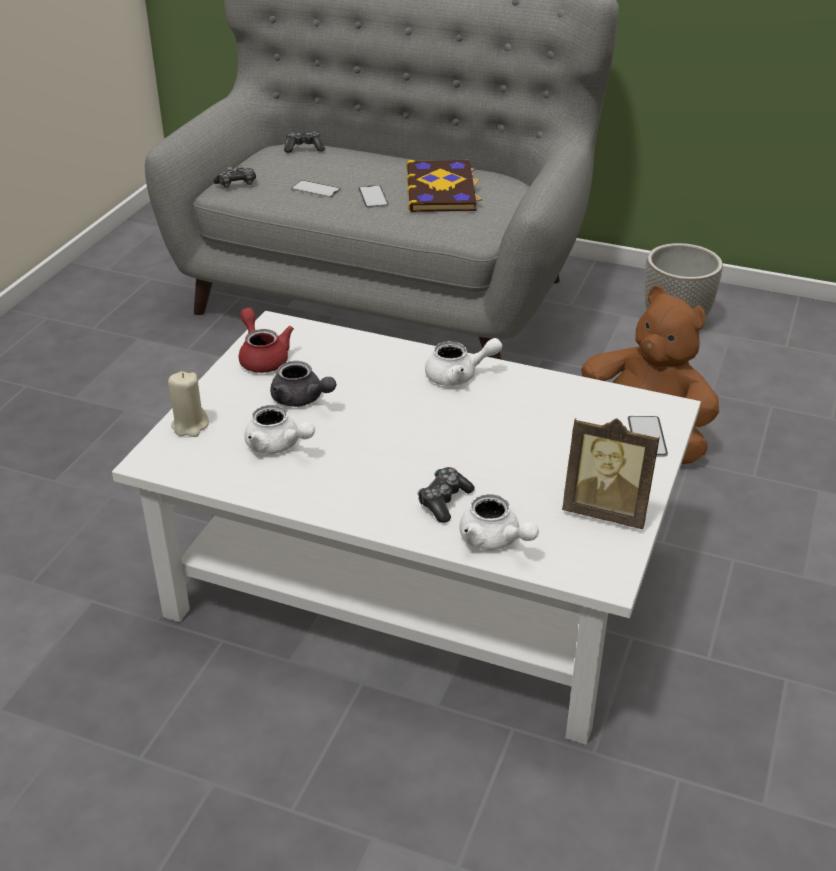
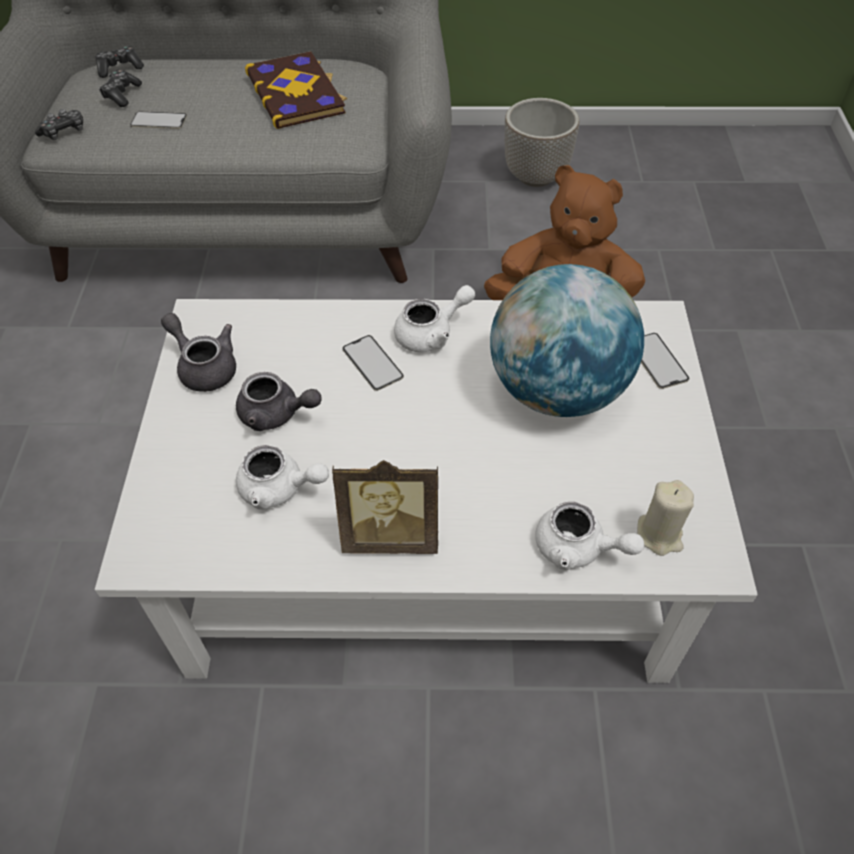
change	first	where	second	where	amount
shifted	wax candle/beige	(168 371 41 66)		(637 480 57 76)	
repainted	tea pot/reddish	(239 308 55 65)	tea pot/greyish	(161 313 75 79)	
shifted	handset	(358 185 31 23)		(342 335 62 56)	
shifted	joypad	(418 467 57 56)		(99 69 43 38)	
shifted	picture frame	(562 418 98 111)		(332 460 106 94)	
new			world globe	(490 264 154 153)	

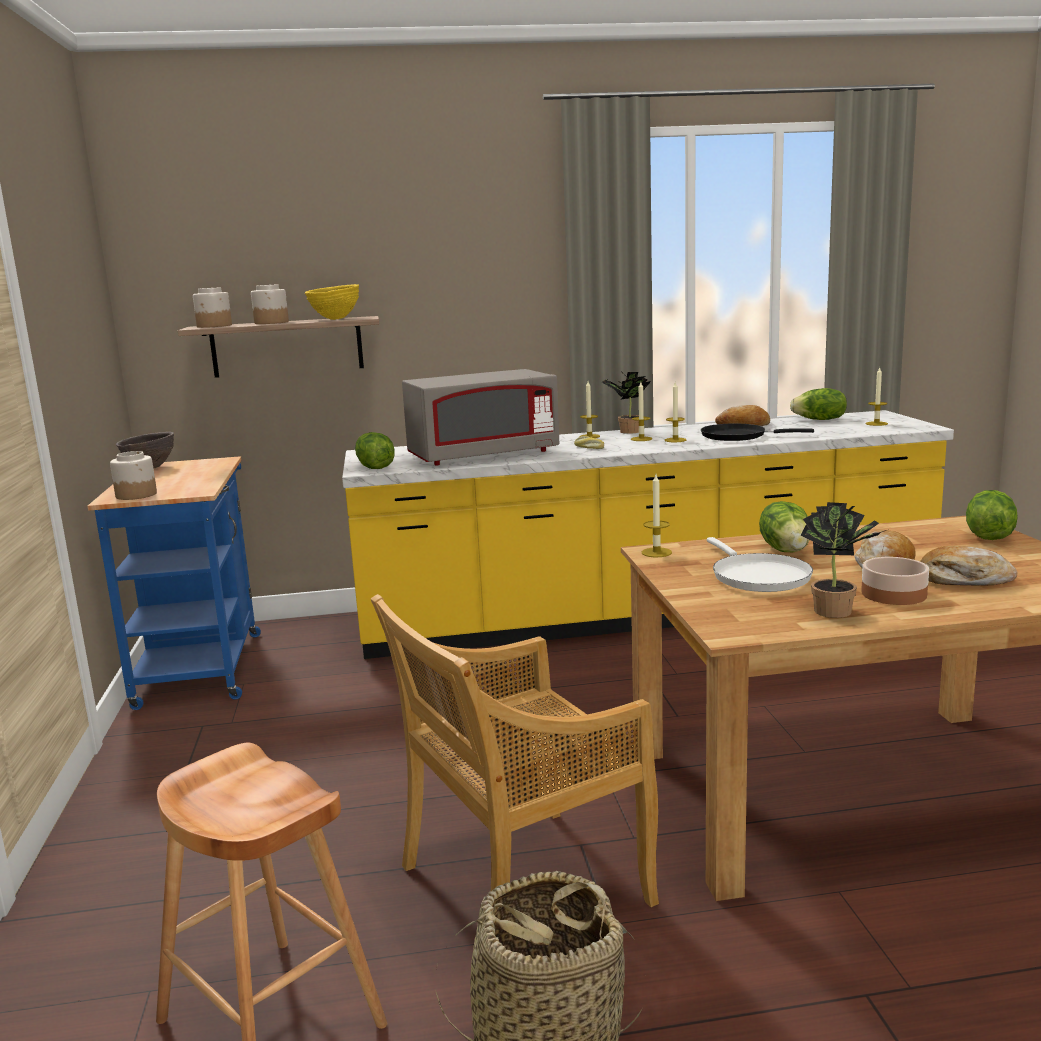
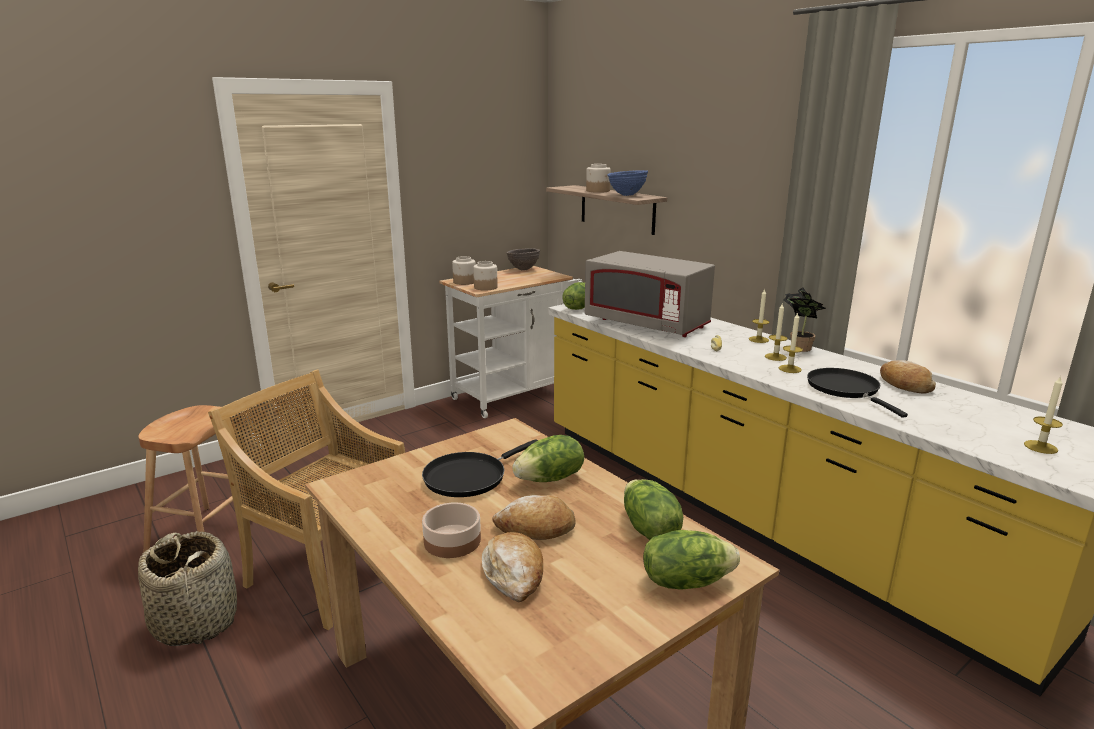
change	first	where	second	where	amount
repainted	cart/bluish	(88 456 173 254)	cart/white	(439 266 143 152)	
shifted	jar	(193 288 39 40)		(473 261 25 30)	
repainted	bowl/yellow	(305 284 54 36)	bowl/bluish	(607 170 41 26)	
gone	wax candle	(642 474 30 83)			
repainted	pan/white	(707 537 106 55)	pan/blackish	(422 439 116 58)	
shifted	lettuce head	(790 388 57 32)		(624 479 59 61)	
gone	plant in a pot	(801 502 85 116)			

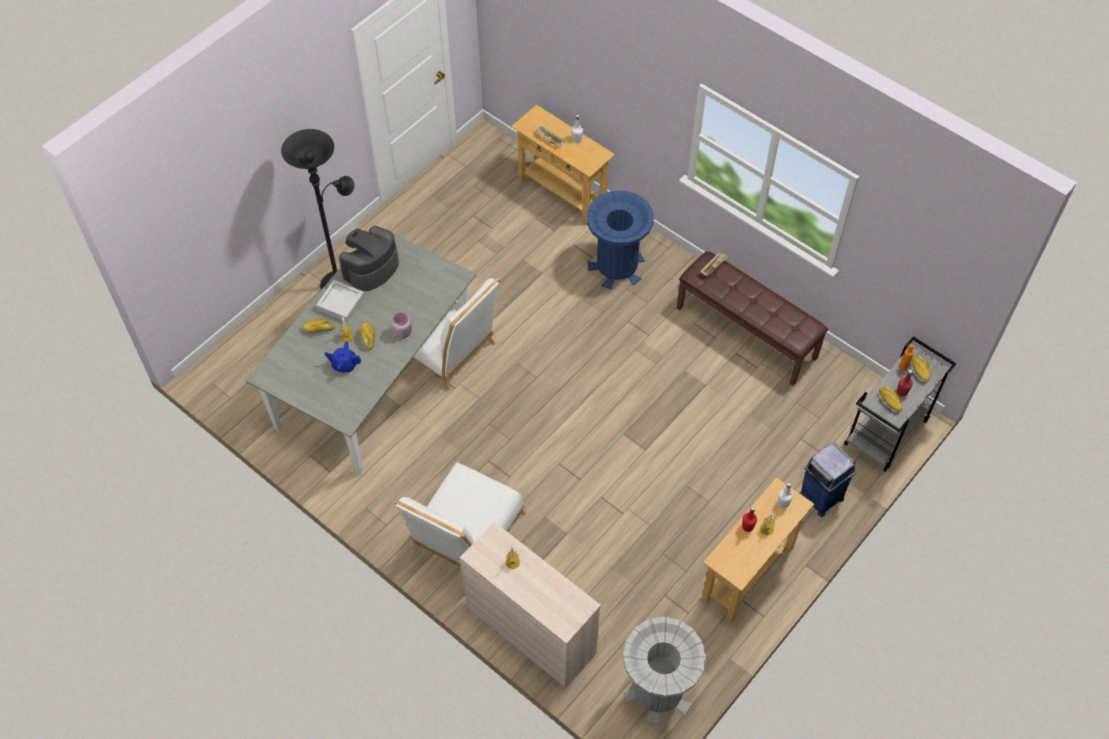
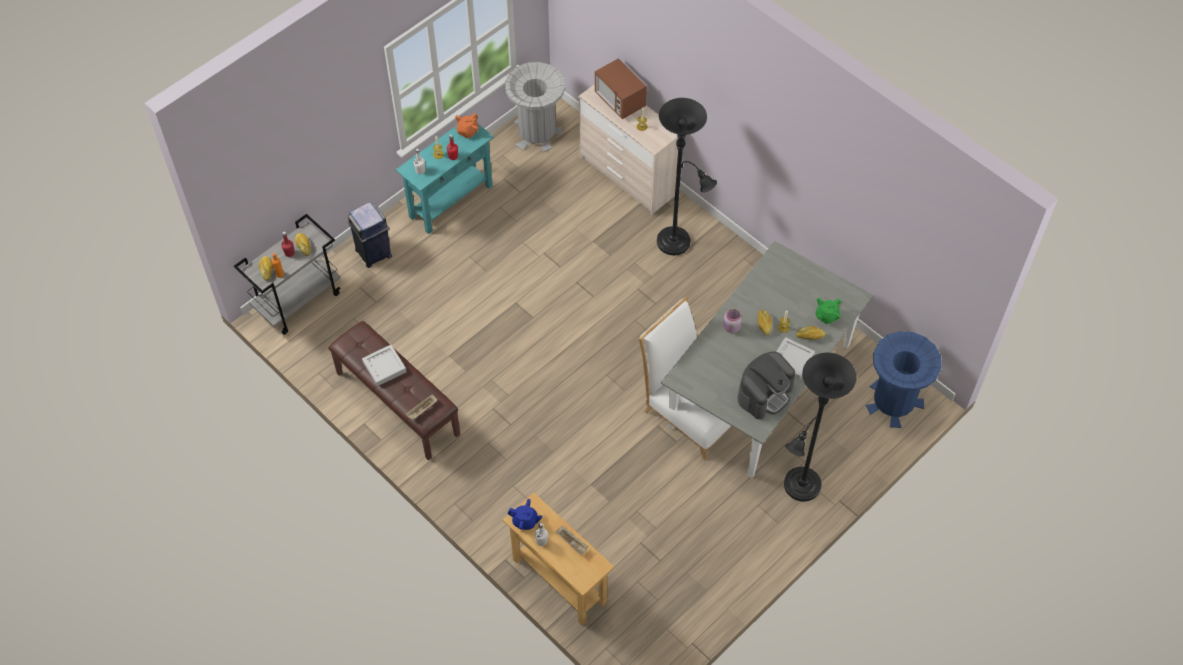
change	first	where	second	where	amount
shifted	tea pot/bluish	(324 341 37 31)		(508 499 34 31)	
swapped	upright chair/white	(393 462 133 105)	standard lamp/blackish	(657 98 60 157)	
shifted	trash can/bluish	(587 191 67 98)		(866 331 75 97)	
repainted	narrow table/beige	(701 477 113 146)	narrow table/blue-green	(396 124 98 110)	
new			tray/greyish	(362 345 45 41)	
new			tea pot/orange-coloured	(455 113 24 26)	
new			microwave oven	(595 58 52 61)	
new			tea pot/green-coloured	(816 298 25 26)	

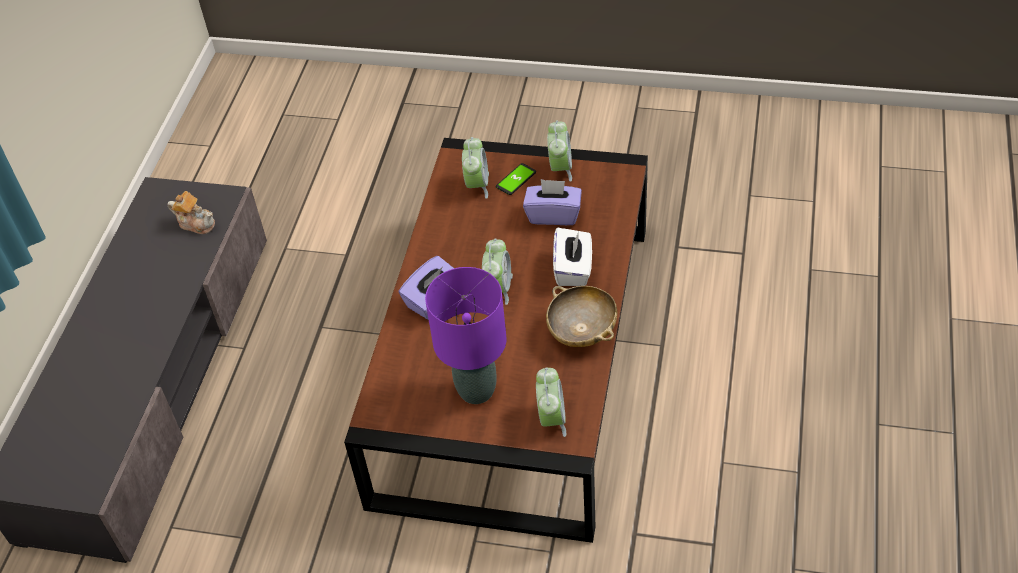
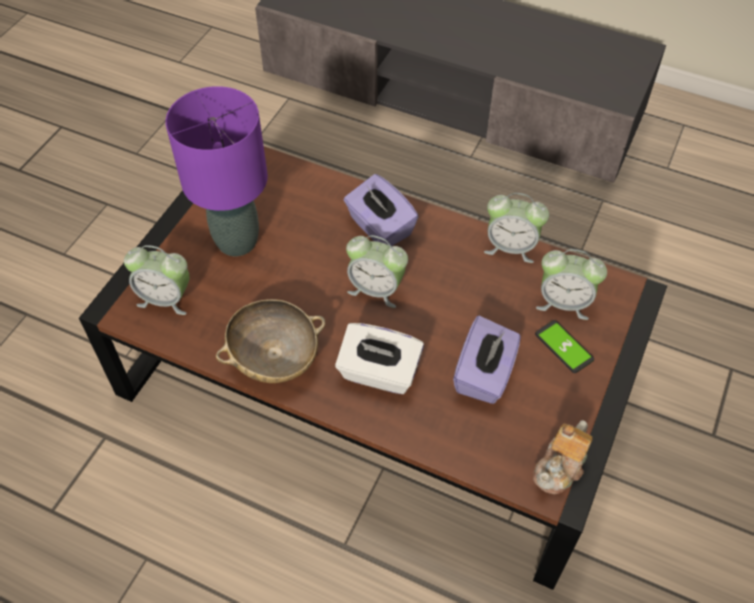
change	first	where	second	where	amount
shifted	tea pot	(168 191 47 43)		(533 420 59 74)	
shifted	bedside clock	(547 120 25 62)		(484 193 65 70)	

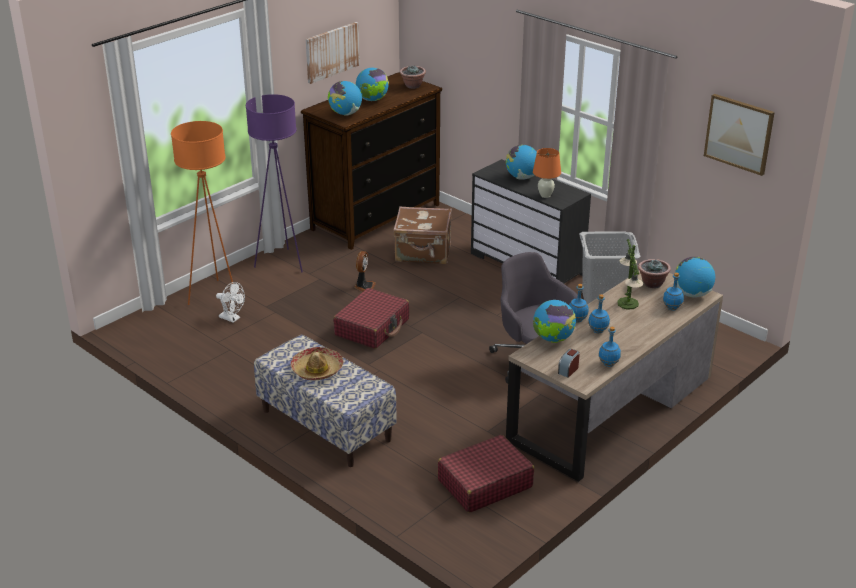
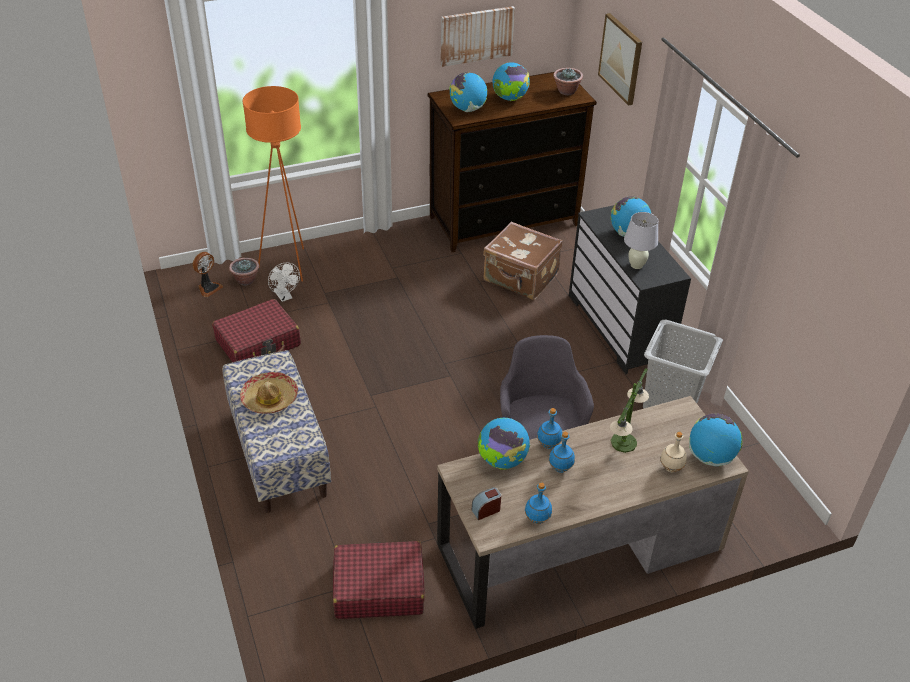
change	first	where	second	where	amount
gone	standard lamp/purple	(246 94 57 178)			
shifted	suitcase/reddish	(333 288 76 61)		(212 299 89 63)	
shifted	electric fan	(354 251 22 41)		(193 252 30 45)	
repainted	table lamp/orange-coloured	(533 148 28 50)	table lamp/white	(624 212 34 57)	
shifted	plant in a pot	(638 259 33 29)		(229 258 30 28)	
repainted	beverage bottle/bluish	(663 272 21 39)	beverage bottle/beige	(660 432 27 40)	
shifted	wall art	(704 94 71 82)		(598 13 44 93)	

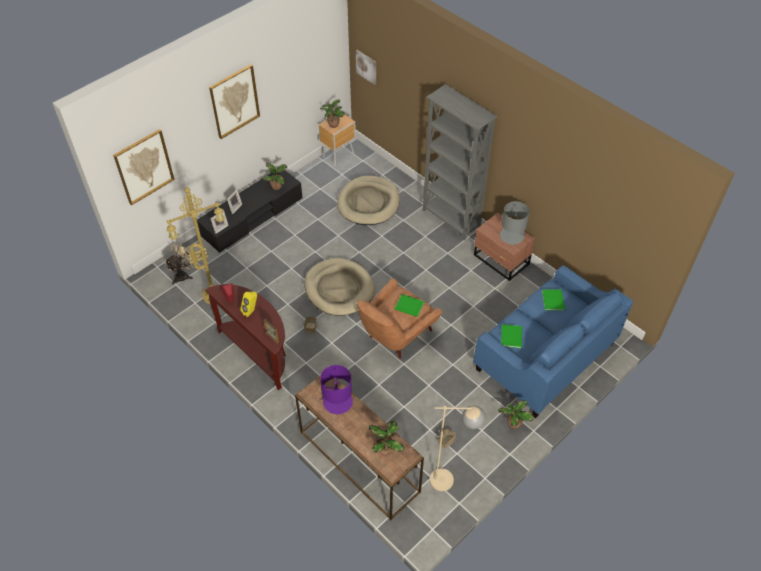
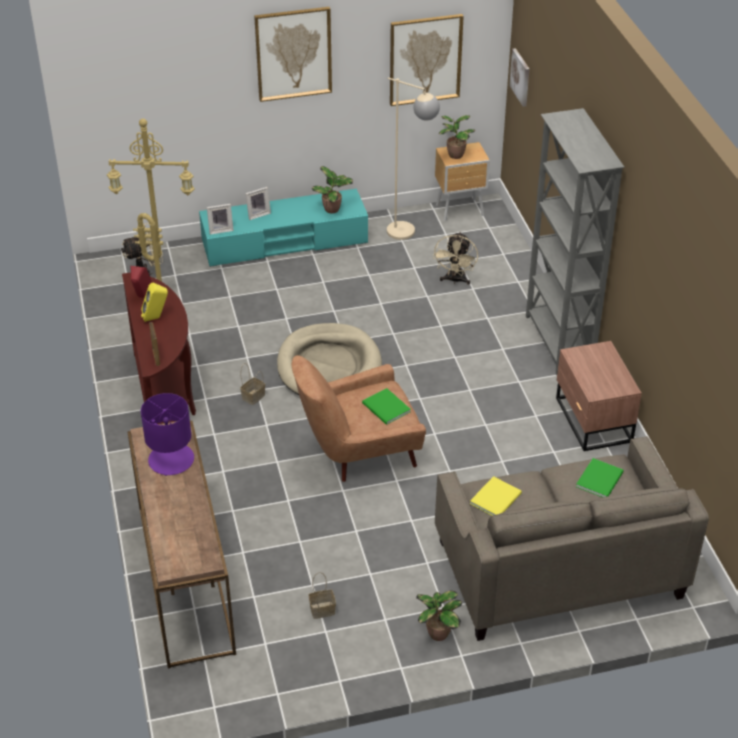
change	first	where	second	where	amount
shifted	wall art	(113 129 62 76)		(390 14 74 92)	
repainted	tv stand/blackish	(197 170 105 82)	tv stand/blue-green	(199 189 169 78)	
swapped	dog cushion/beige	(337 176 63 49)	electric fan/beige	(433 232 45 53)	
gone	plant in a pot	(369 421 35 35)			
shifted	standard lamp/beige	(430 405 55 86)		(387 77 53 163)	
repainted	sofa/bluish	(473 265 160 153)	sofa/beige	(435 436 274 205)	
gone	table lamp/greyish	(500 201 30 44)			
repainted	bound book/green-coloured	(501 324 21 24)	bound book/yellow	(470 476 52 40)	

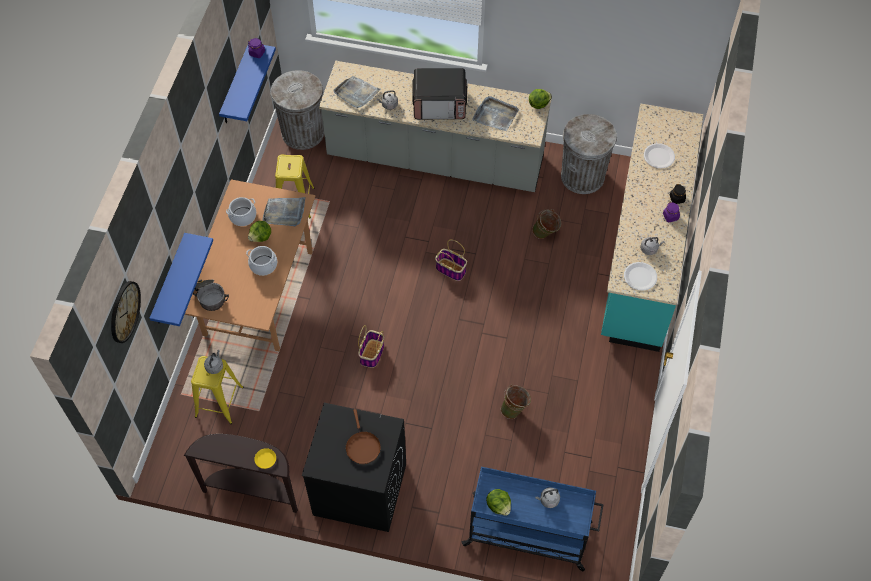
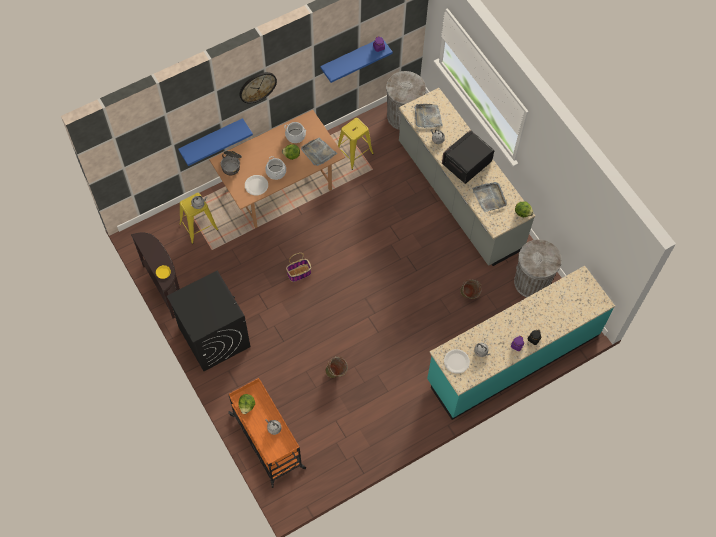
change	first	where	second	where	amount
shifted	wall clock	(111 281 30 62)		(240 72 37 31)	
gone	pan/brown	(346 409 35 55)			
rotated	microwave oven	(412 68 55 51)		(442 130 52 54)	90 degrees clockwise
gone	storage basket	(435 240 32 41)			
repainted	cart/bluish	(462 467 142 104)	cart/orange-coloured	(228 378 78 110)	
shifted	flat dish/white	(644 143 31 26)		(245 175 23 20)	

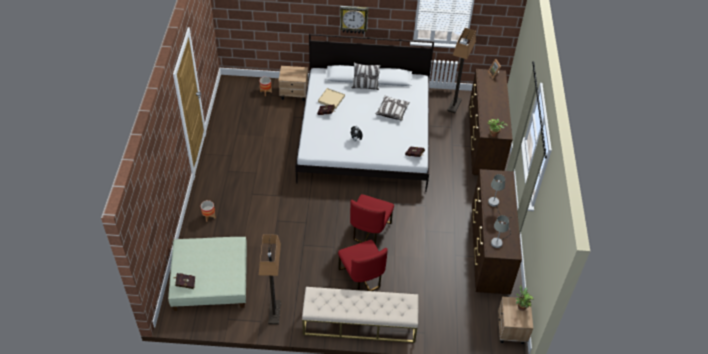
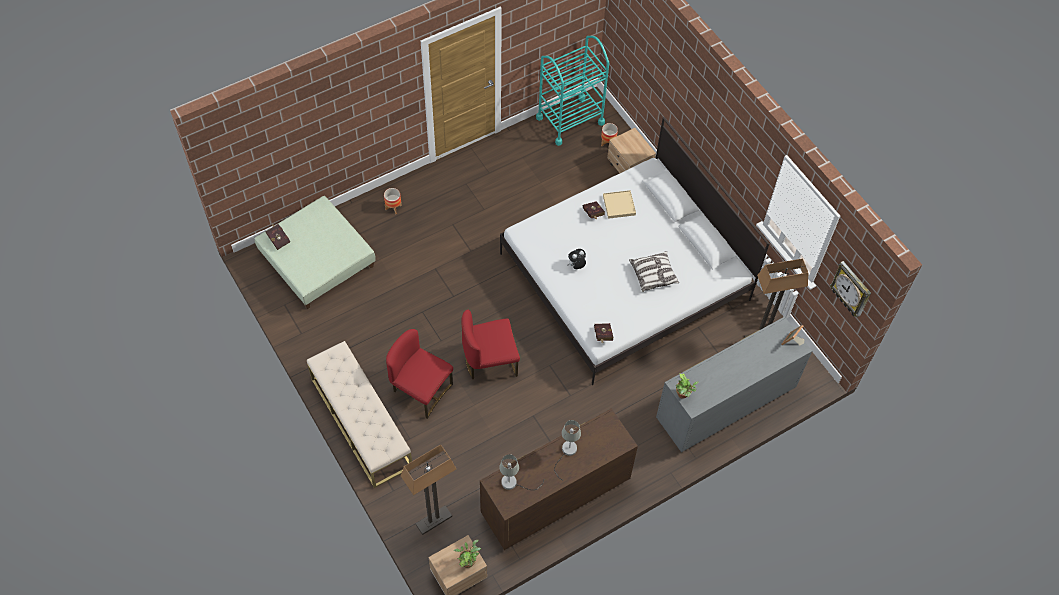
change	first	where	second	where	amount
shifted	standard lamp	(259 234 22 91)		(401 444 55 91)	
rotated	upright chair/reddish	(338 240 50 51)		(386 329 67 90)	90 degrees clockwise
shifted	wall clock	(340 6 28 28)		(830 261 41 56)	
gone	throw pillow	(352 63 29 27)			
repainted	chest of drawers/brown	(469 69 44 106)	chest of drawers/greyish	(656 317 156 135)	
new			cart/blue-green	(536 36 73 110)	

